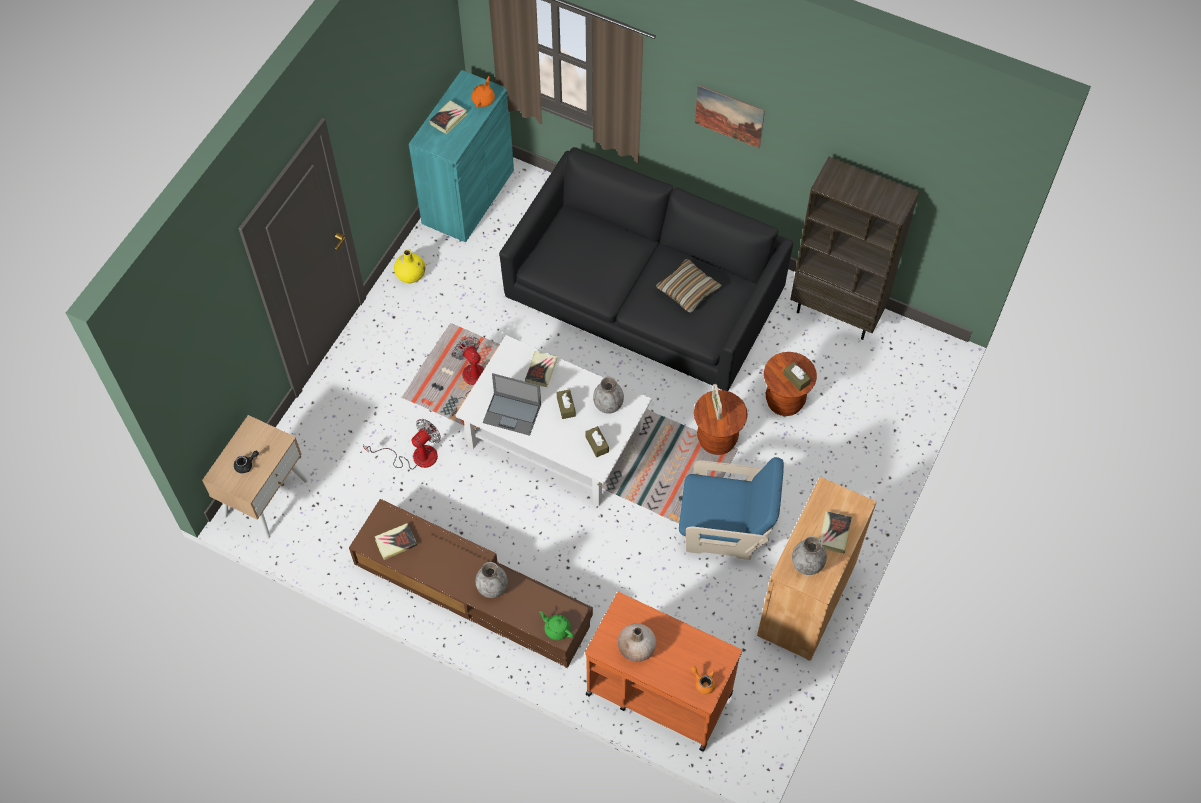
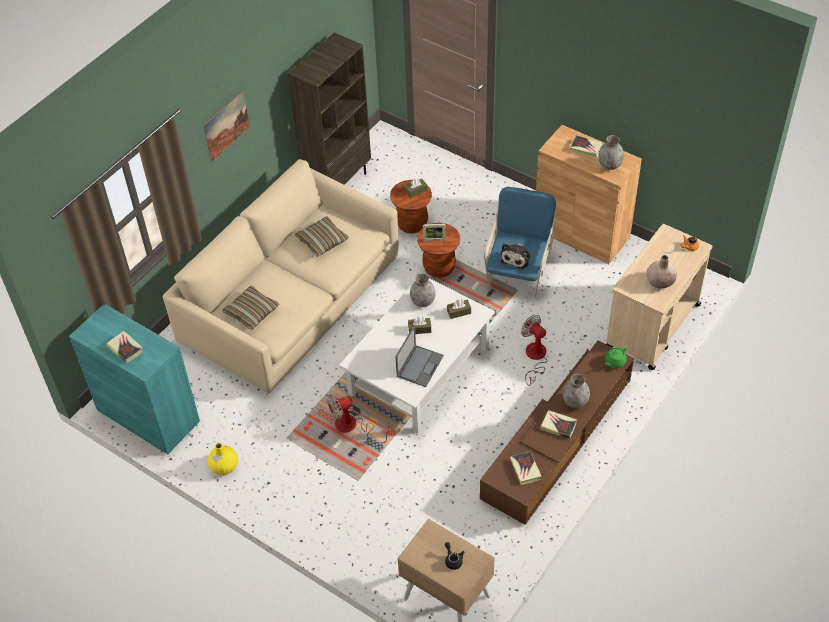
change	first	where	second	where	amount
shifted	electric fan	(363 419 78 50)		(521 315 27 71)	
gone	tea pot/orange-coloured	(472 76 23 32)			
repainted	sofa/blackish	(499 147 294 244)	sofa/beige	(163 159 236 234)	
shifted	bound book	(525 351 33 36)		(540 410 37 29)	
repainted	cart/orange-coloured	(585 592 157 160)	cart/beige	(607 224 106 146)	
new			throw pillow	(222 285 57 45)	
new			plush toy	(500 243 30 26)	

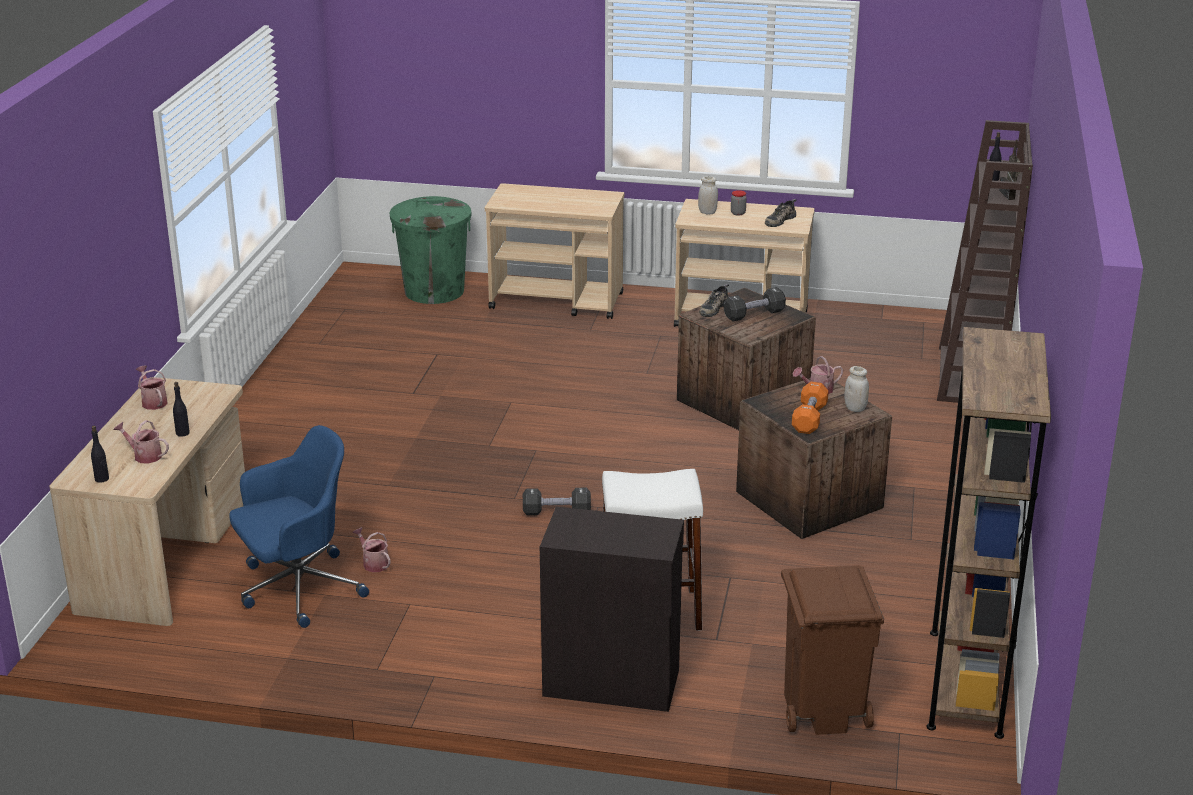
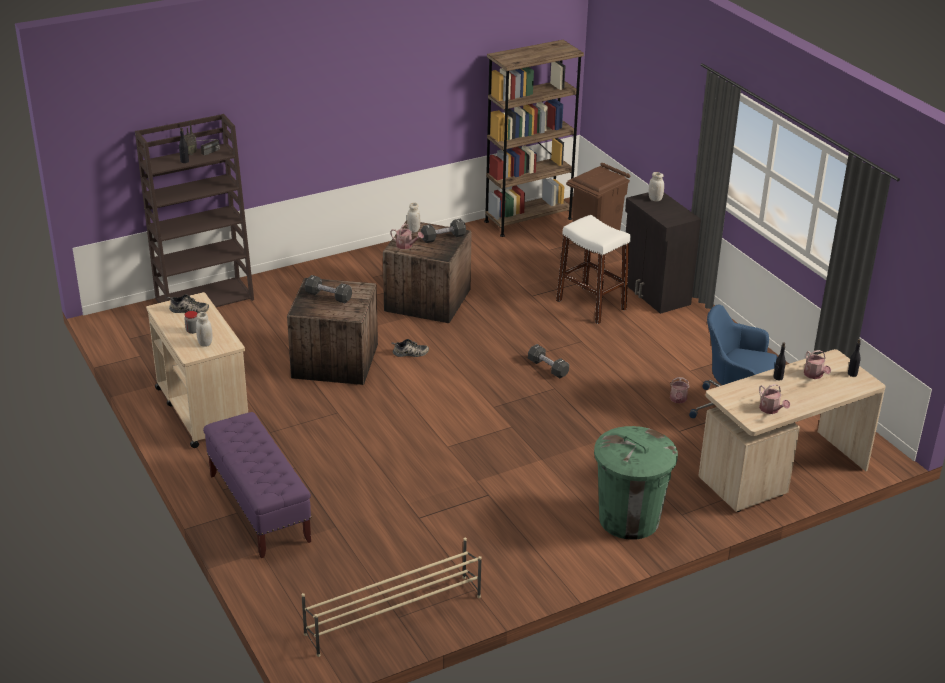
change	first	where	second	where	amount
rotated	sprinkling can	(136 365 31 45)		(759 384 31 30)	45 degrees counterclockwise
shifted	trash can/green-coloured	(390 196 81 108)		(594 426 84 114)	
swapped	cart/beige	(485 183 139 136)	long seat/purple	(203 412 109 146)	
shifted	low shoe	(699 284 30 33)		(391 339 38 18)	
repainted	free weight/orange-coloured	(792 382 37 52)	free weight/blackish	(421 219 45 24)	
new			shoe stand/beige	(301 538 181 119)	
new			jar/white	(648 172 16 29)	

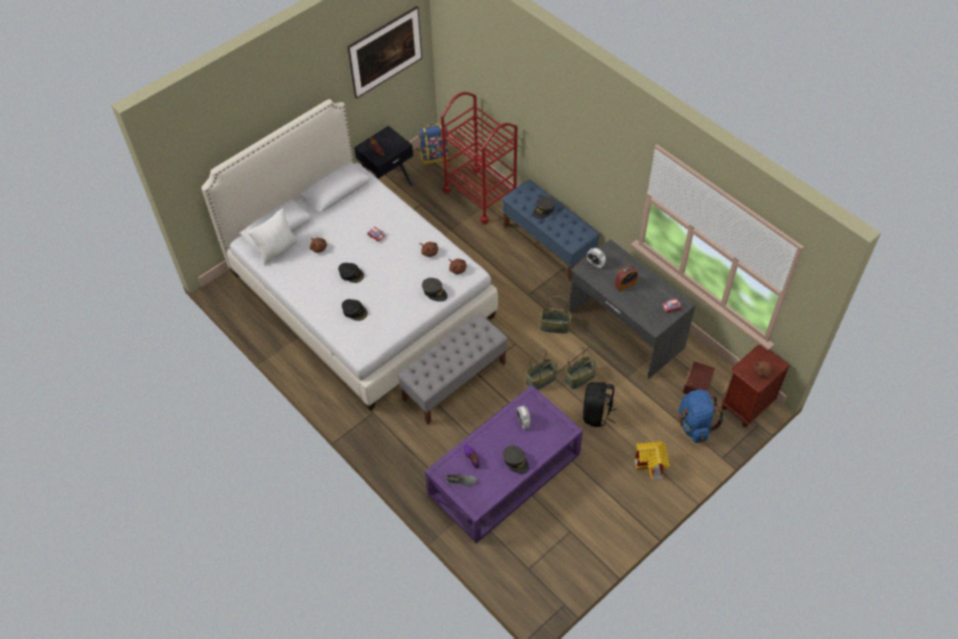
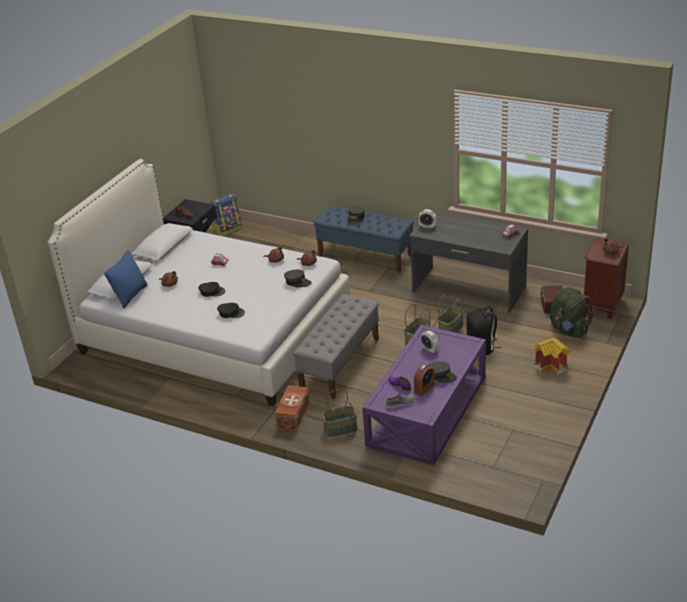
change	first	where	second	where	amount
repainted	throw pillow/white	(248 208 51 58)	throw pillow/bluish	(104 250 44 59)	
gone	wall art	(347 6 75 93)			
gone	cart/reddish	(441 92 76 133)			
shifted	storage basket	(540 296 32 37)		(322 389 35 48)	
shifted	bedside clock	(615 265 23 27)		(414 364 21 32)	
repainted	rucksack/bluish	(678 390 46 53)	rucksack/green-coloured	(549 288 45 50)	
new			storage container/brown	(275 385 35 47)	

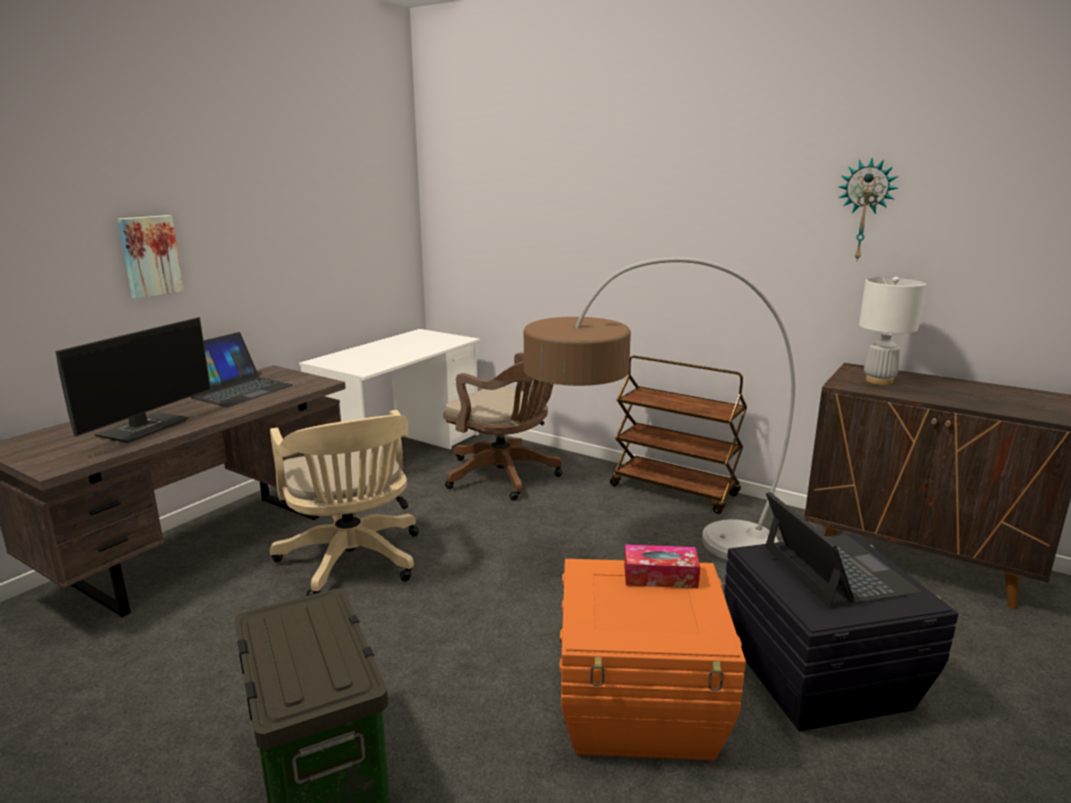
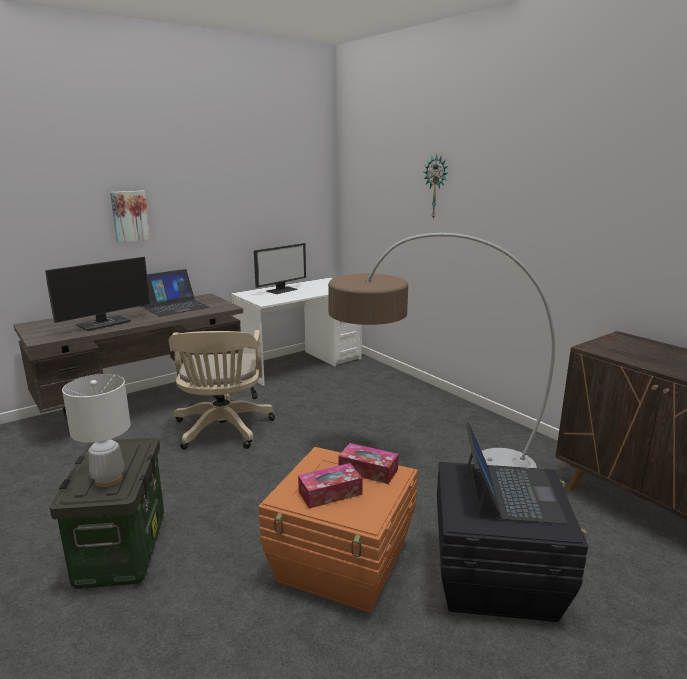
change	first	where	second	where	amount
gone	computer chair/brown	(443 352 119 149)			
gone	cart/brown	(610 355 137 159)			
shifted	wall clock	(838 158 60 102)		(424 154 24 64)	
shifted	table lamp/white	(859 277 67 108)		(62 374 69 113)	
new			computer display	(254 243 52 51)	
new			box of tissues	(298 463 65 46)	

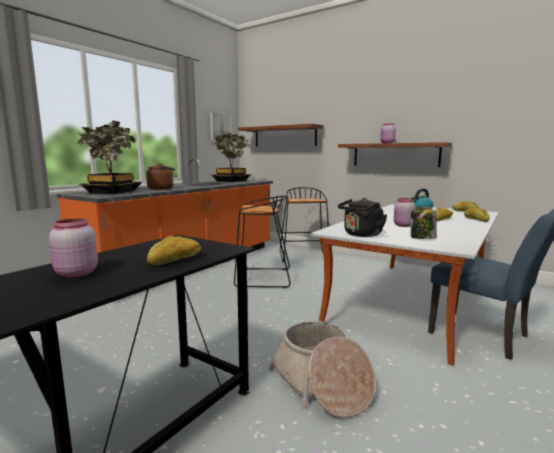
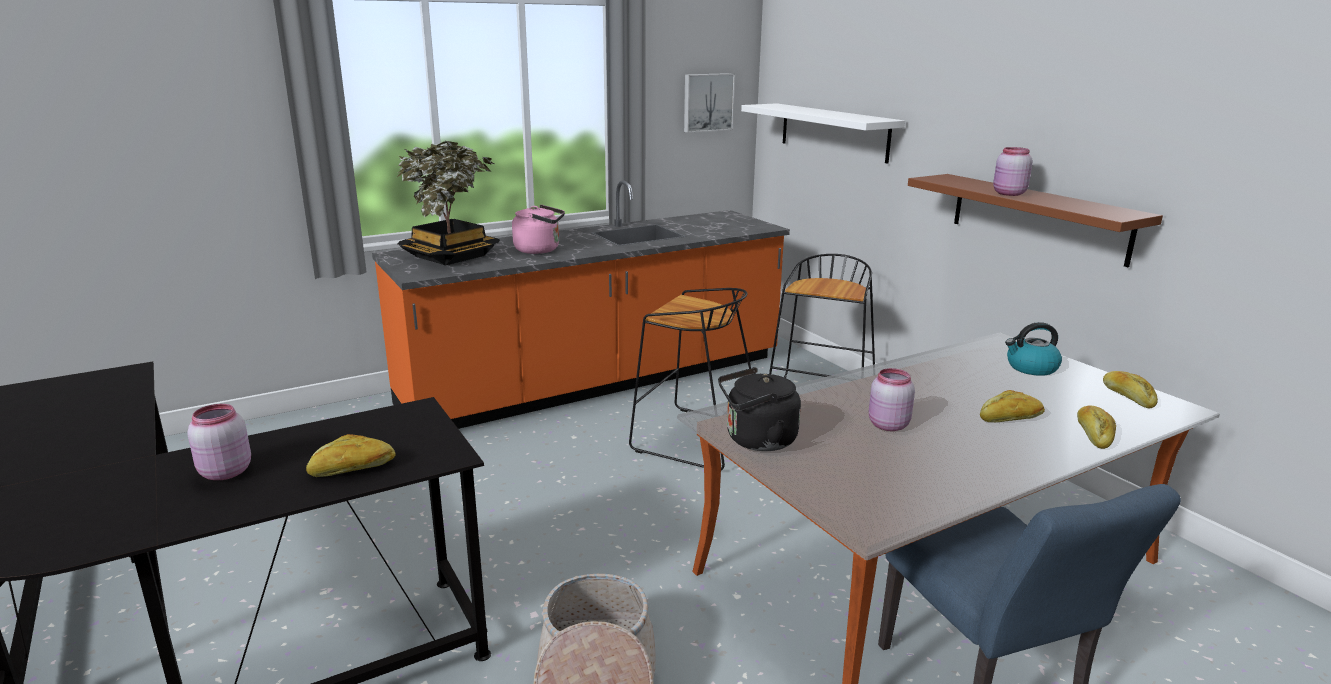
change	first	where	second	where	amount
repainted	water kettle/brown	(146 163 29 26)	water kettle/pink-coloured	(512 205 53 49)	
gone	plant in a pot	(211 132 41 50)			
repainted	wall shelf/brown	(238 124 86 23)	wall shelf/white	(741 103 164 61)	
gone	jar	(411 207 26 32)			

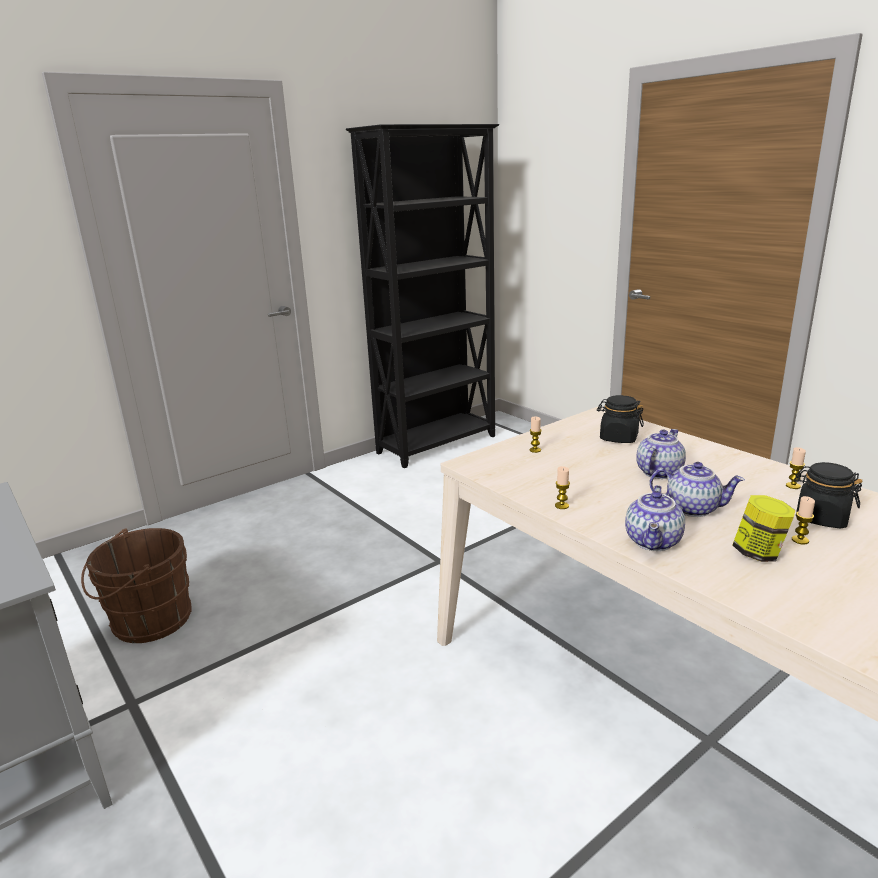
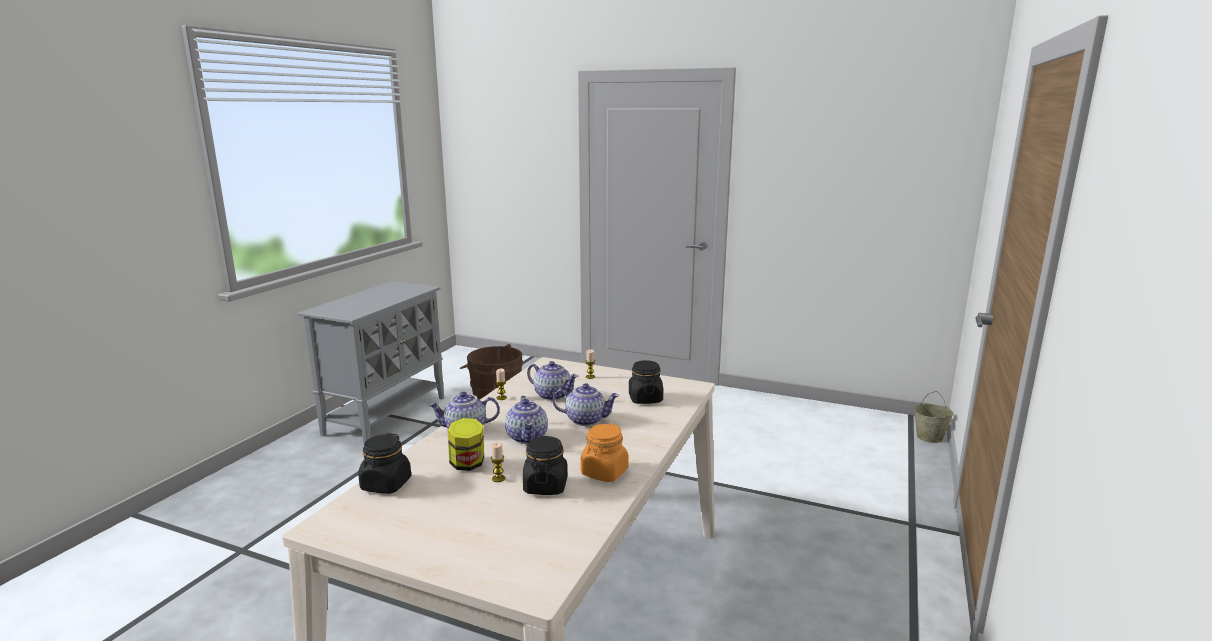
change	first	where	second	where	amount
gone	shelving unit/blackish	(346 124 153 344)			
swapped	wax candle	(786 447 20 42)	jar/orange-coloured	(580 423 49 59)	
new			jar/blackish	(358 433 53 61)	
new			tea pot	(527 361 51 40)	
new			water bucket/beige	(914 391 40 52)	

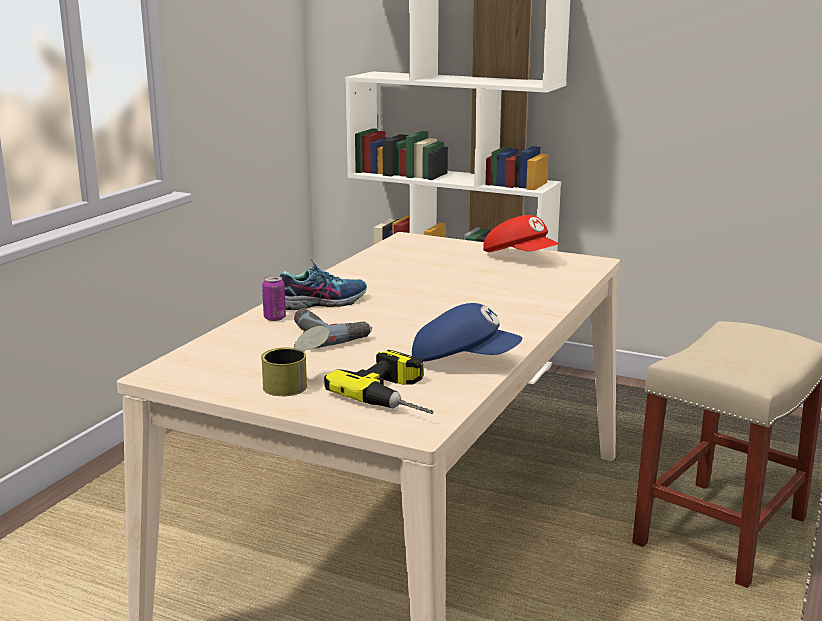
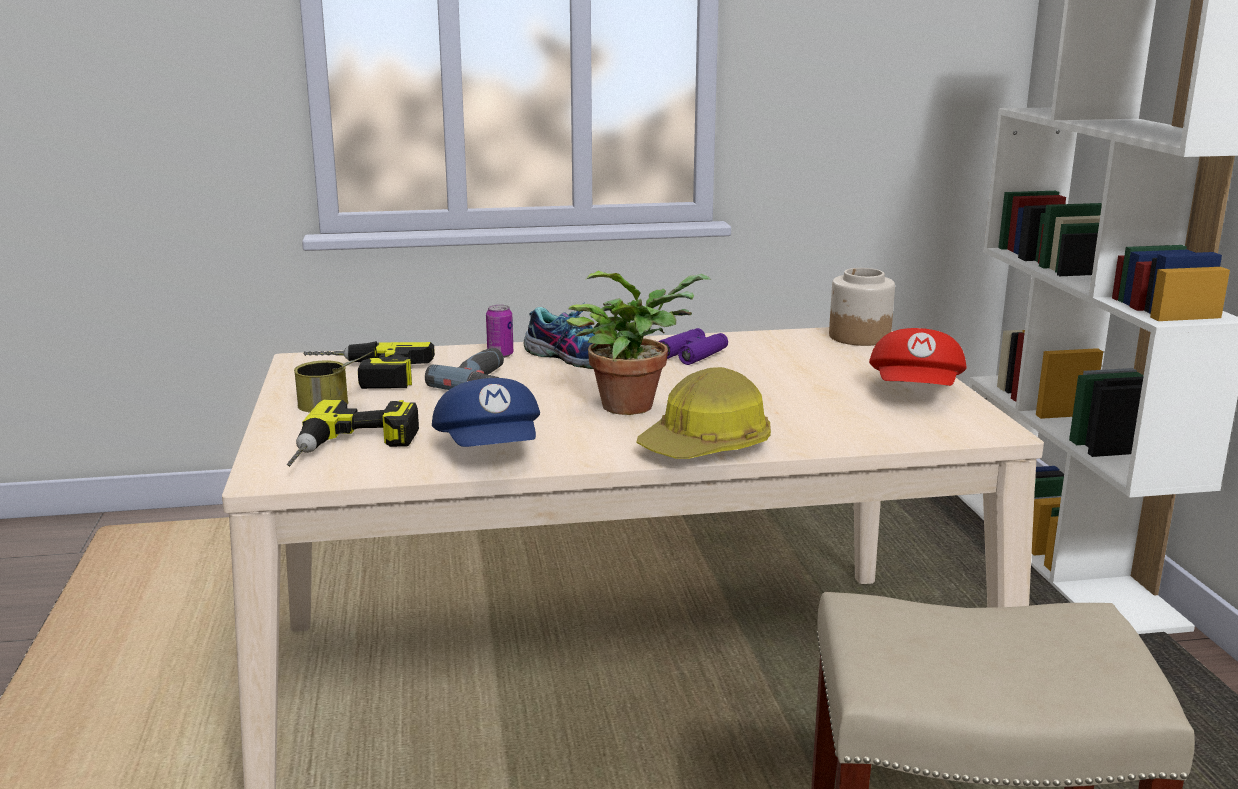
change	first	where	second	where	amount
new			power drill	(303 341 132 48)	
new			plant in a pot	(566 271 145 144)	
new			safety helmet	(636 367 135 92)	
new			binoculars/purple	(658 328 70 37)	
new			jar	(829 268 66 78)	

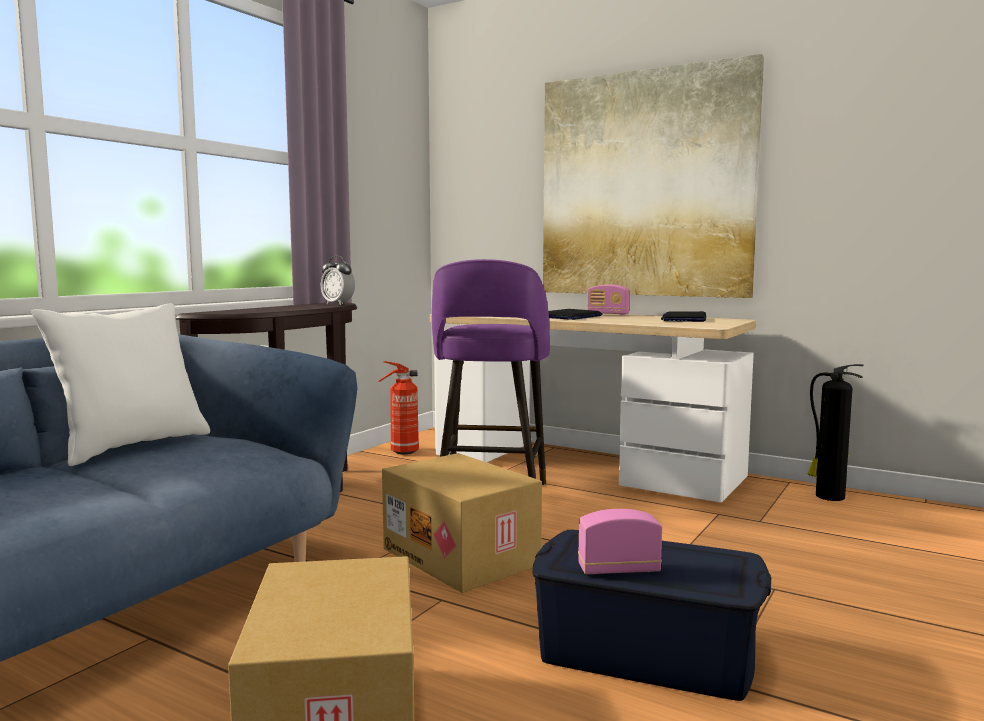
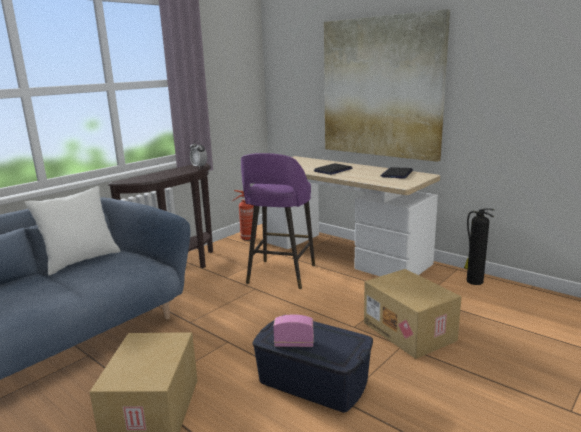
change	first	where	second	where	amount
shifted	cardboard box	(382 453 160 140)		(364 269 97 90)	
gone	radio receiver	(587 284 43 31)			

